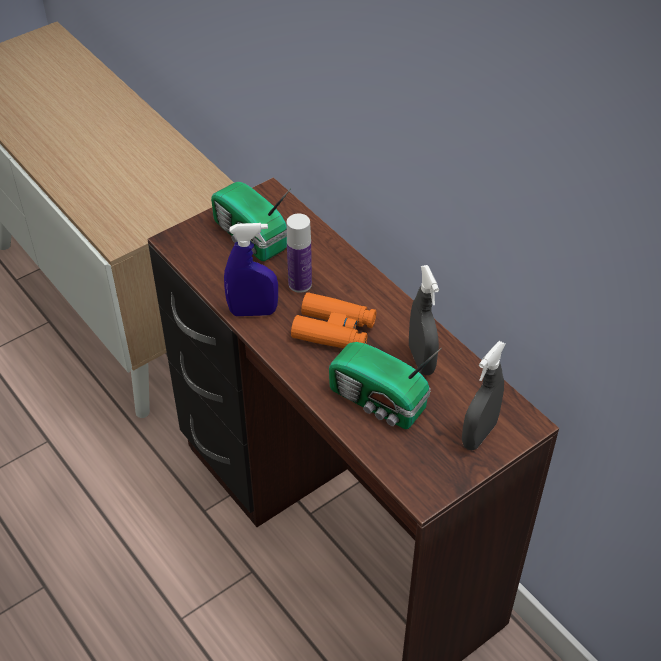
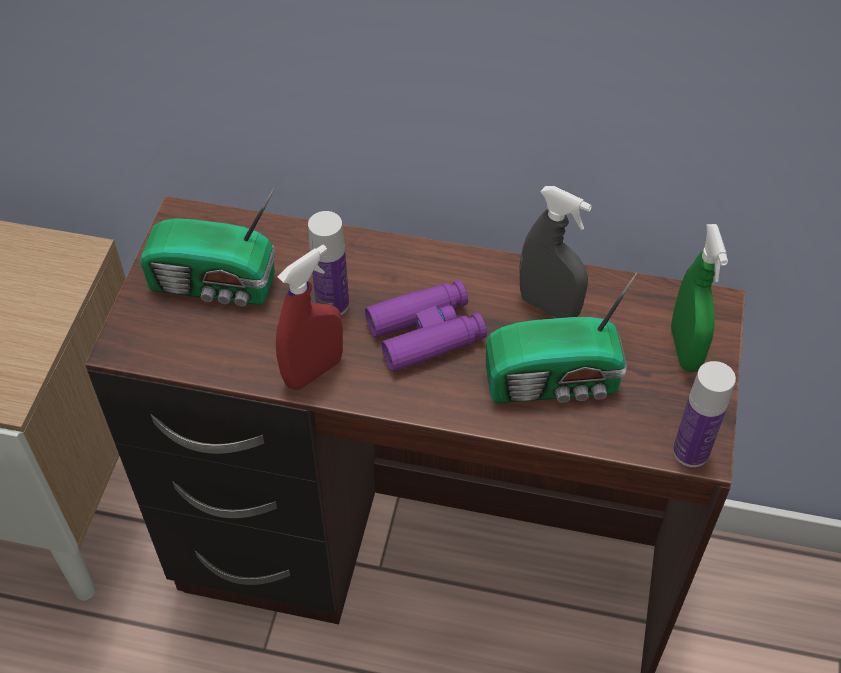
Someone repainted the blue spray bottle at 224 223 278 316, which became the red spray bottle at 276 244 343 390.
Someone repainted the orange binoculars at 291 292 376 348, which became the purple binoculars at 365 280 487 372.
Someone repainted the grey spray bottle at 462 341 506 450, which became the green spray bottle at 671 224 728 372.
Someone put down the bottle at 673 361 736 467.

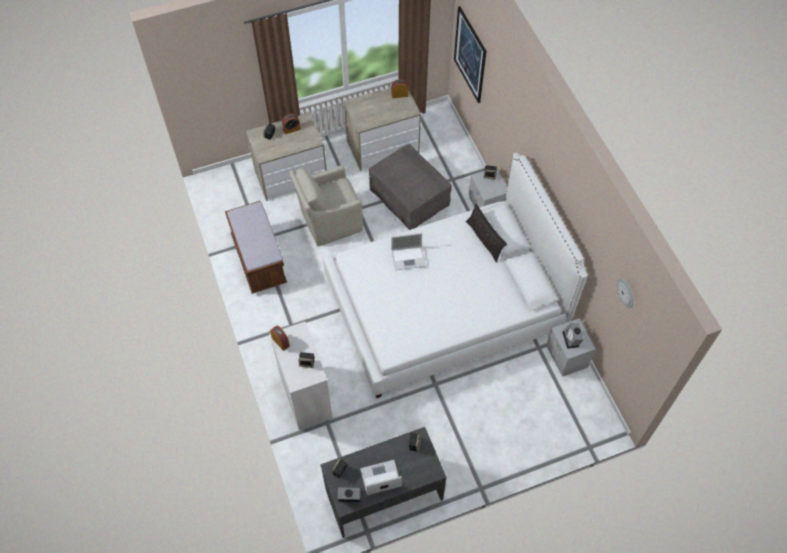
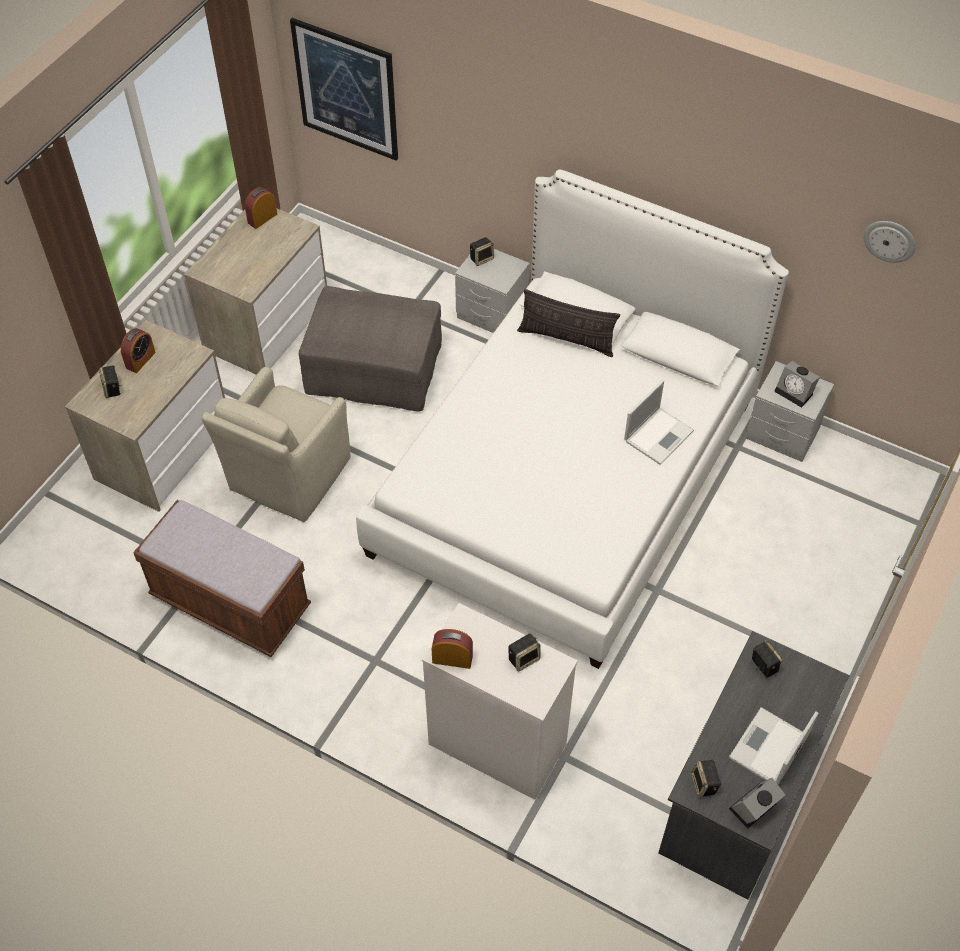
Someone carried the laptop from 391 233 426 270 to 624 380 694 465.

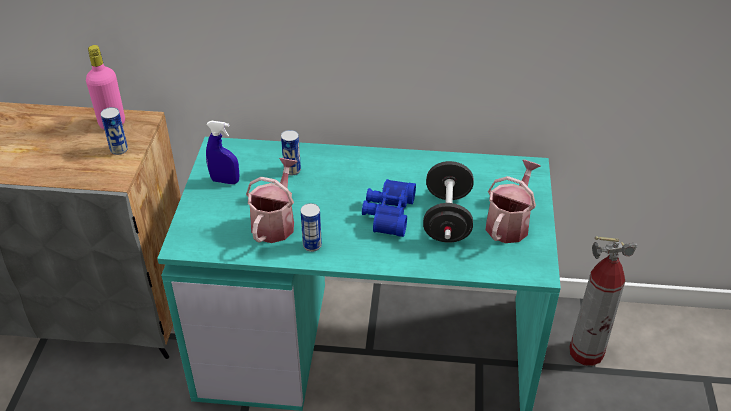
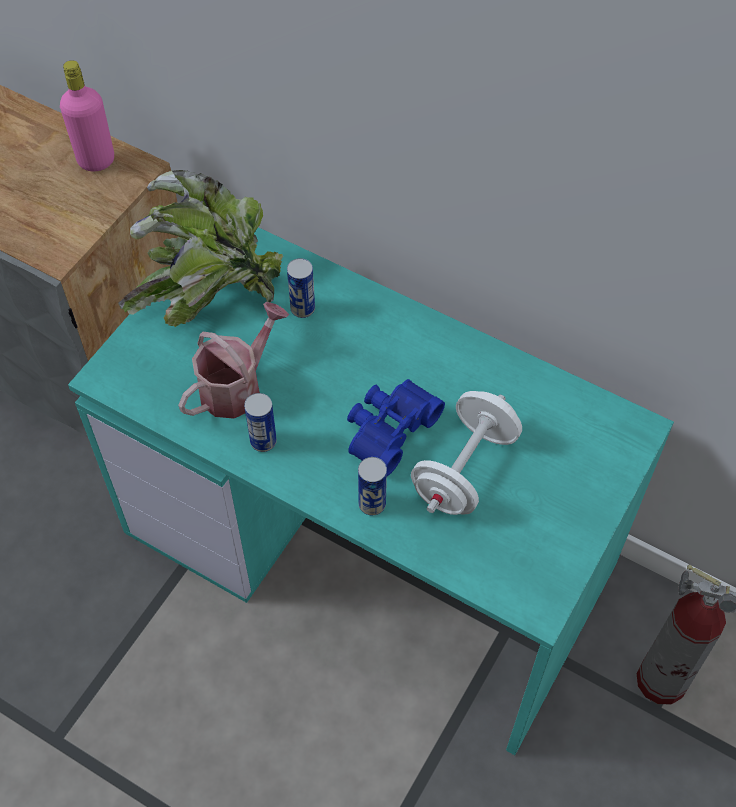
Someone swapped the blue spray bottle at 206 121 239 184 for the potted plant at 118 170 283 327.
Someone carried the can from 101 107 128 155 to 358 457 387 515.
Someone repainted the black dumbbell at 423 161 474 243, which became the white dumbbell at 411 391 522 515.
Someone took away the watering can at 485 160 541 243.

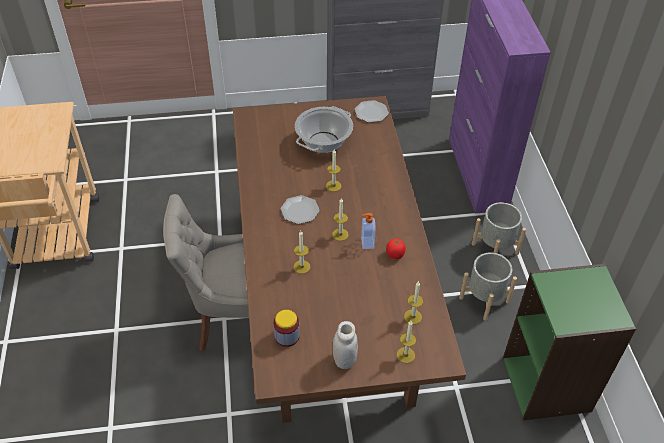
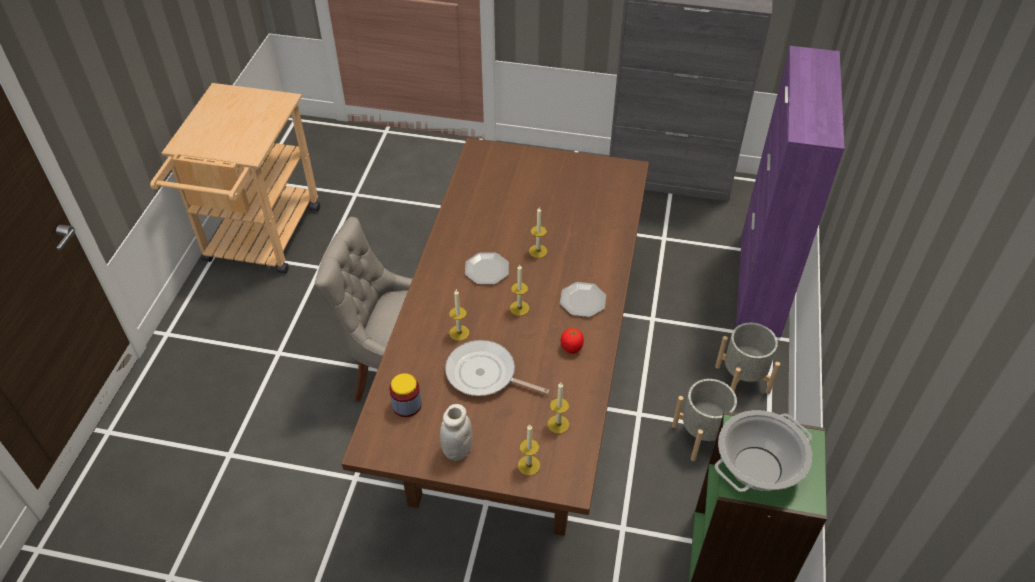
Someone put down the frying pan at 445 340 549 396.
Someone carried the plate from 355 100 389 123 to 560 282 606 317.
Someone carried the cooking pot from 295 106 353 153 to 715 410 812 492.
Someone took away the soap dispenser at 361 213 376 249.

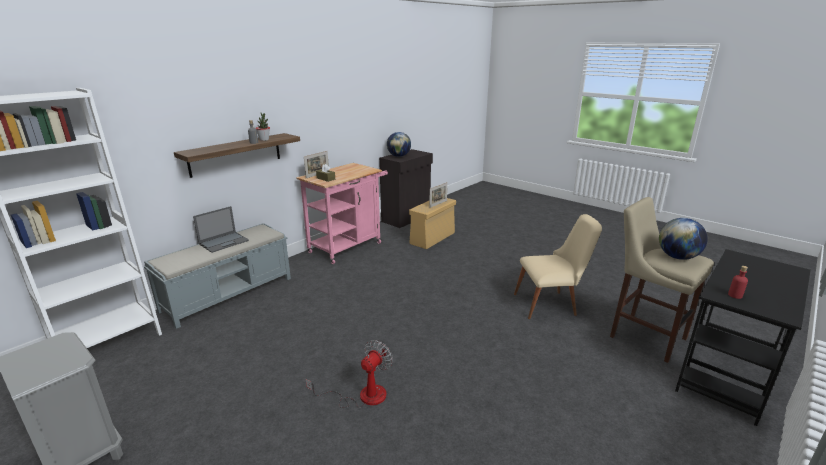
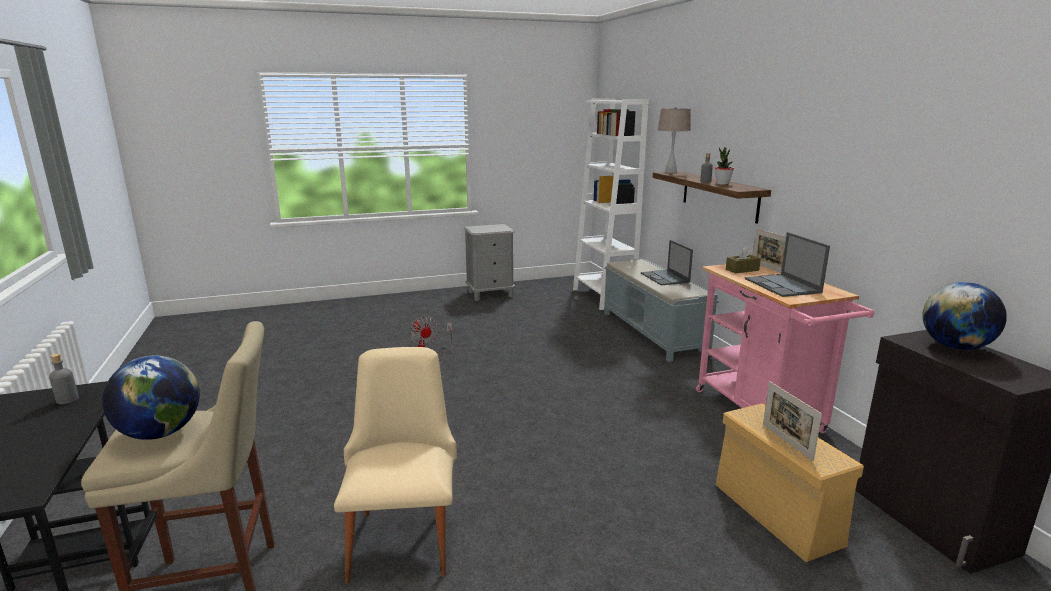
Someone repainted the red bottle at 728 266 748 299, which became the grey bottle at 49 353 79 404.
Someone rotated the beige chair at 514 214 602 319 by 150 degrees clockwise.
Someone put down the beige table lamp at 658 107 691 173.
Someone put down the laptop at 745 232 830 297.

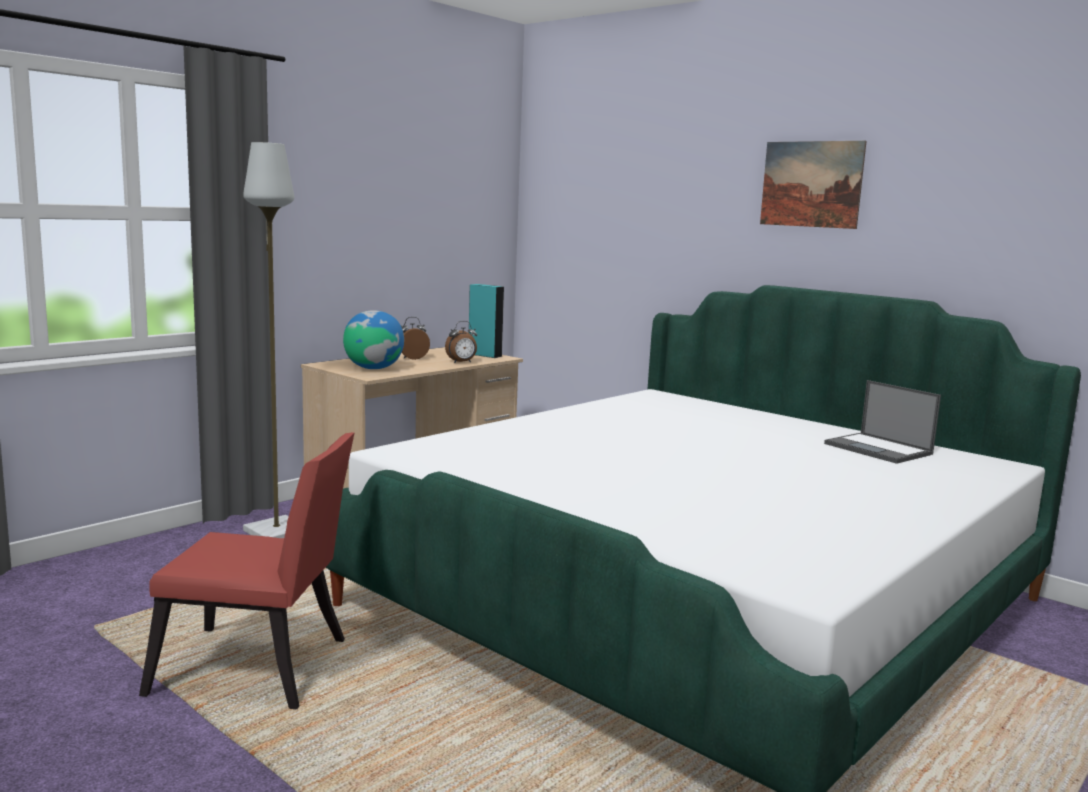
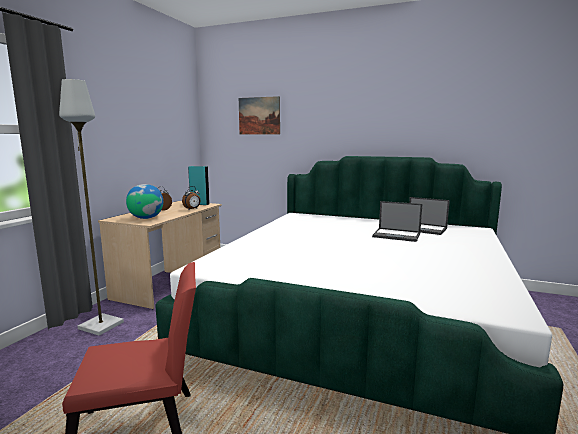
Someone carried the picture from 760 141 866 229 to 239 96 280 134.
Someone put down the laptop at 372 201 422 242.

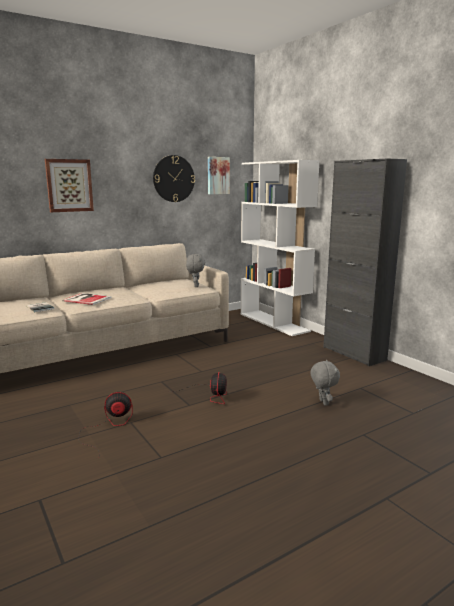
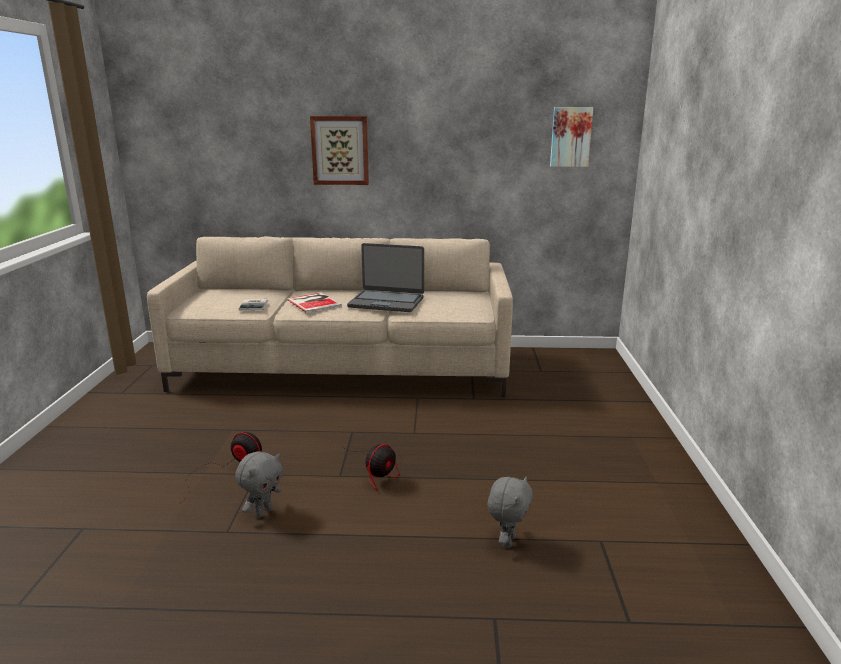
Someone carried the grey plush toy from 186 254 205 287 to 235 451 283 518.
Someone put down the laptop at 347 243 424 312.
Someone took away the wall clock at 153 155 195 202.
Someone took away the white bookcase at 241 160 320 336.
Someone took away the black cabinet at 323 158 407 366.

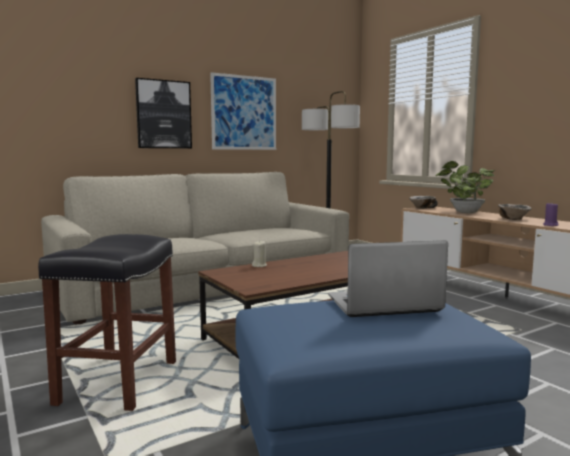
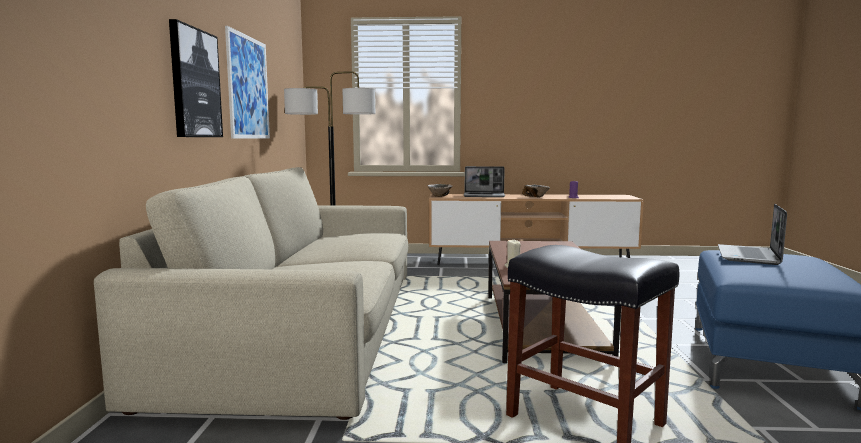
Someone swapped the potted plant at 435 161 495 213 for the laptop at 464 166 505 197.

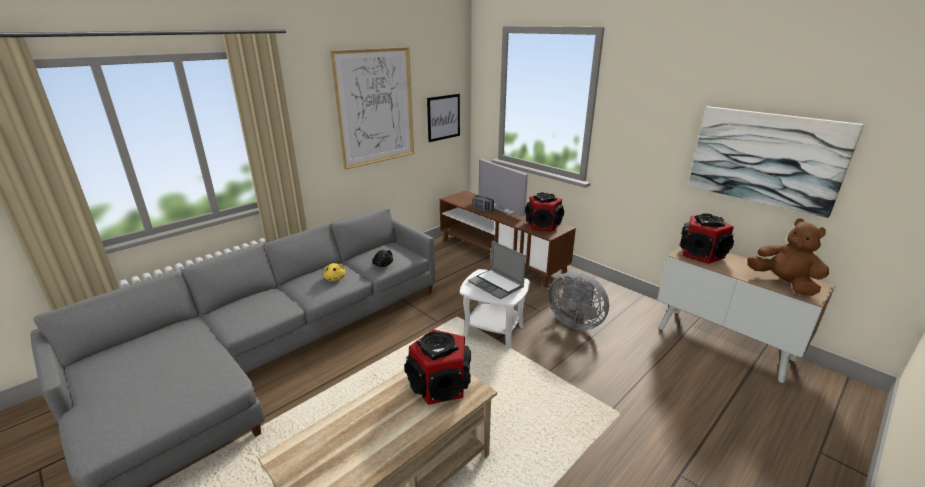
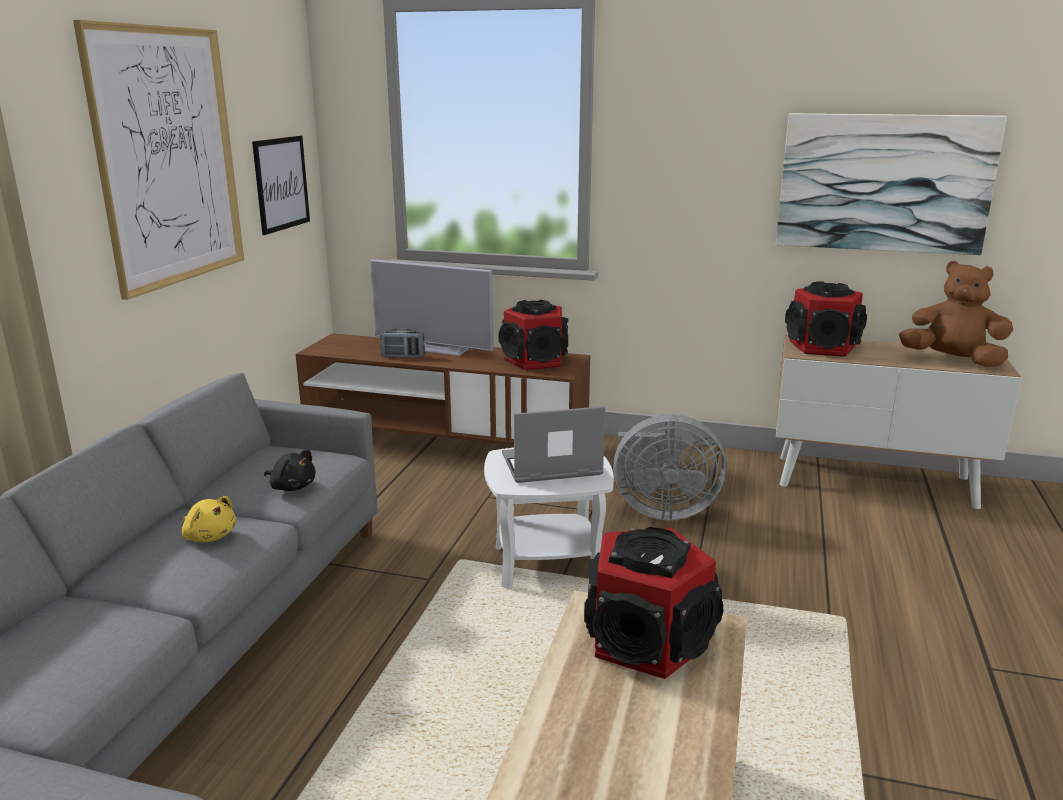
Someone rotated the laptop at 468 240 526 299 by 150 degrees clockwise.

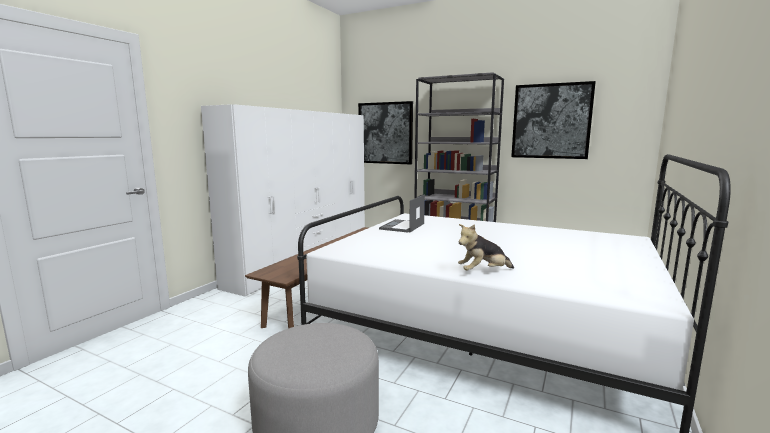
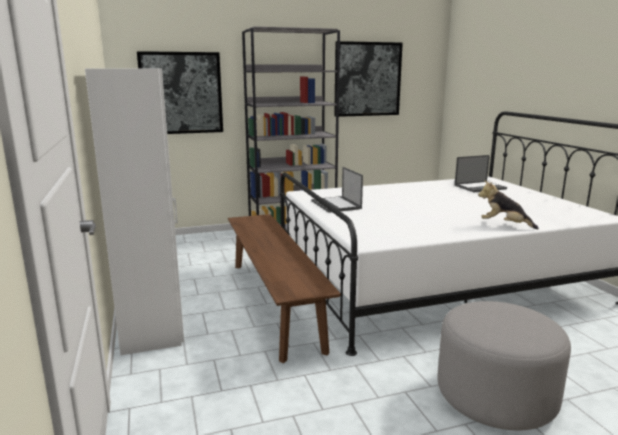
Someone put down the laptop at 455 155 507 192.
Someone rotated the plush toy at 458 224 514 271 by 90 degrees clockwise.

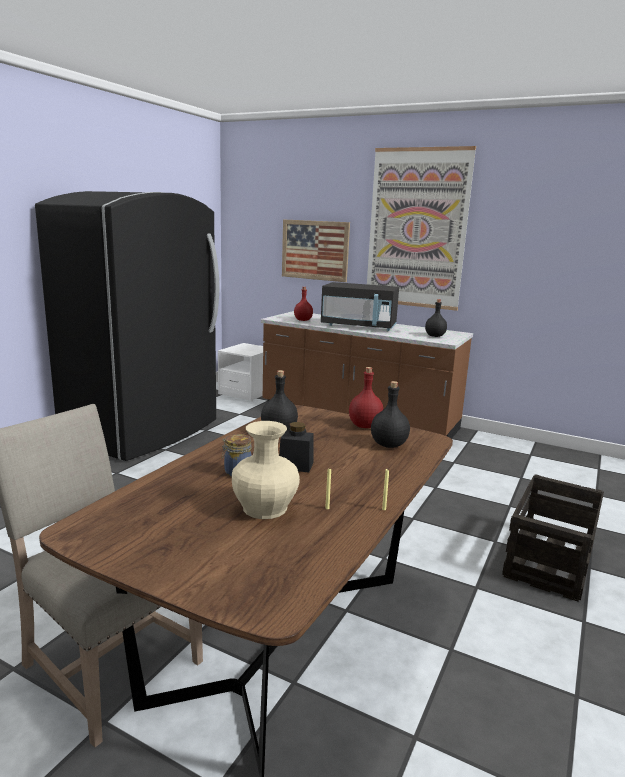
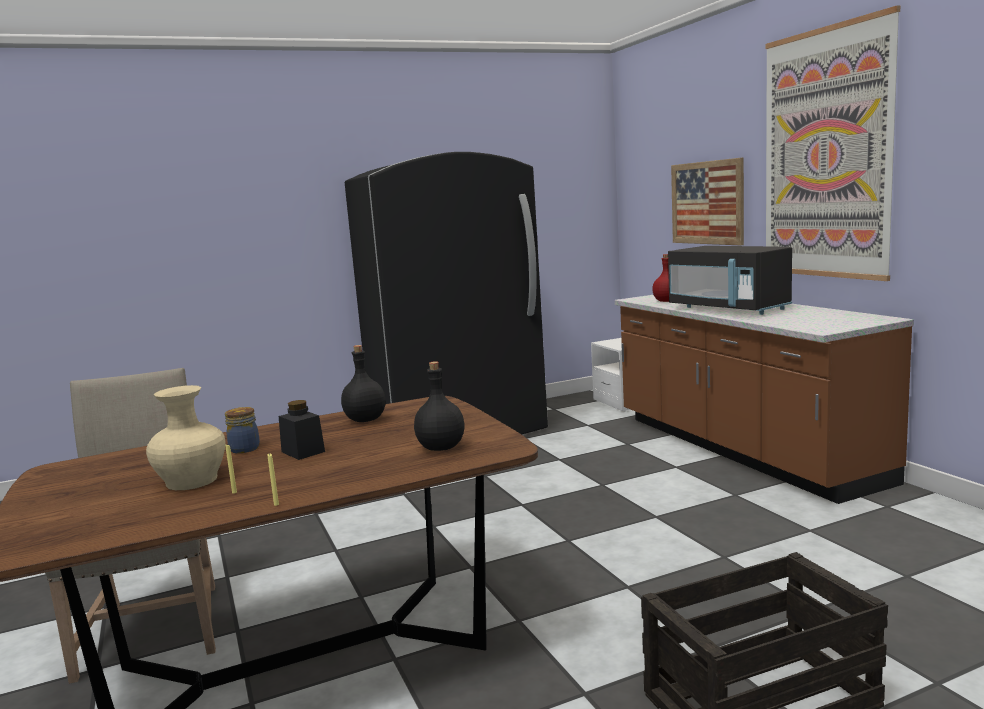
Someone took away the red bottle at 349 367 384 428.
Someone took away the black bottle at 425 299 447 337.

